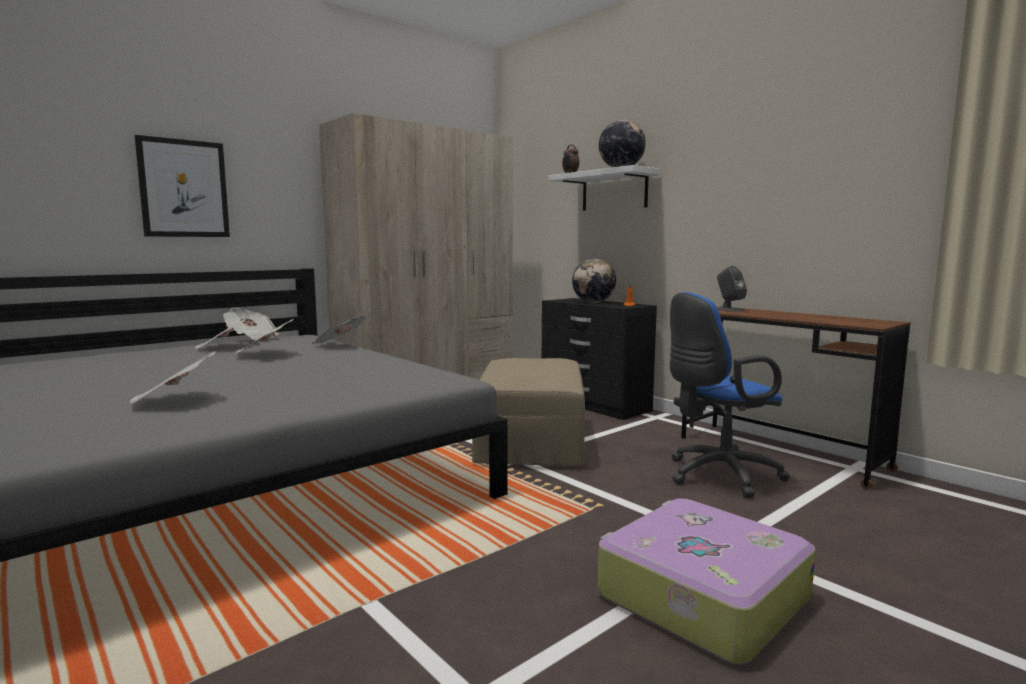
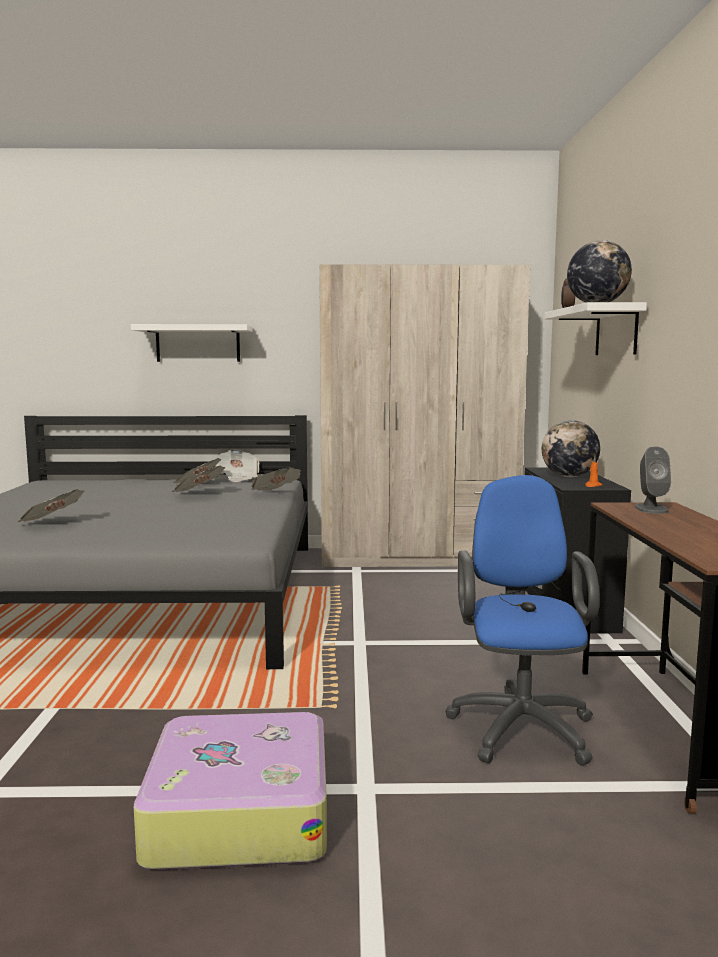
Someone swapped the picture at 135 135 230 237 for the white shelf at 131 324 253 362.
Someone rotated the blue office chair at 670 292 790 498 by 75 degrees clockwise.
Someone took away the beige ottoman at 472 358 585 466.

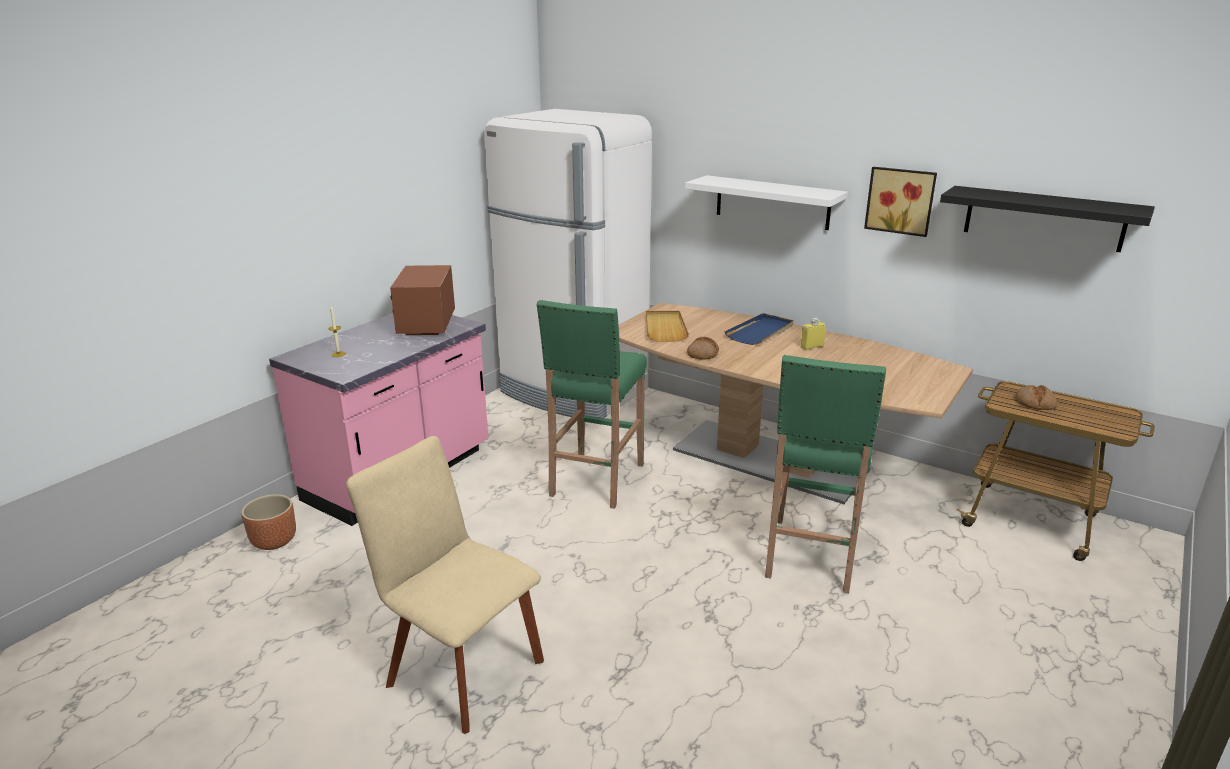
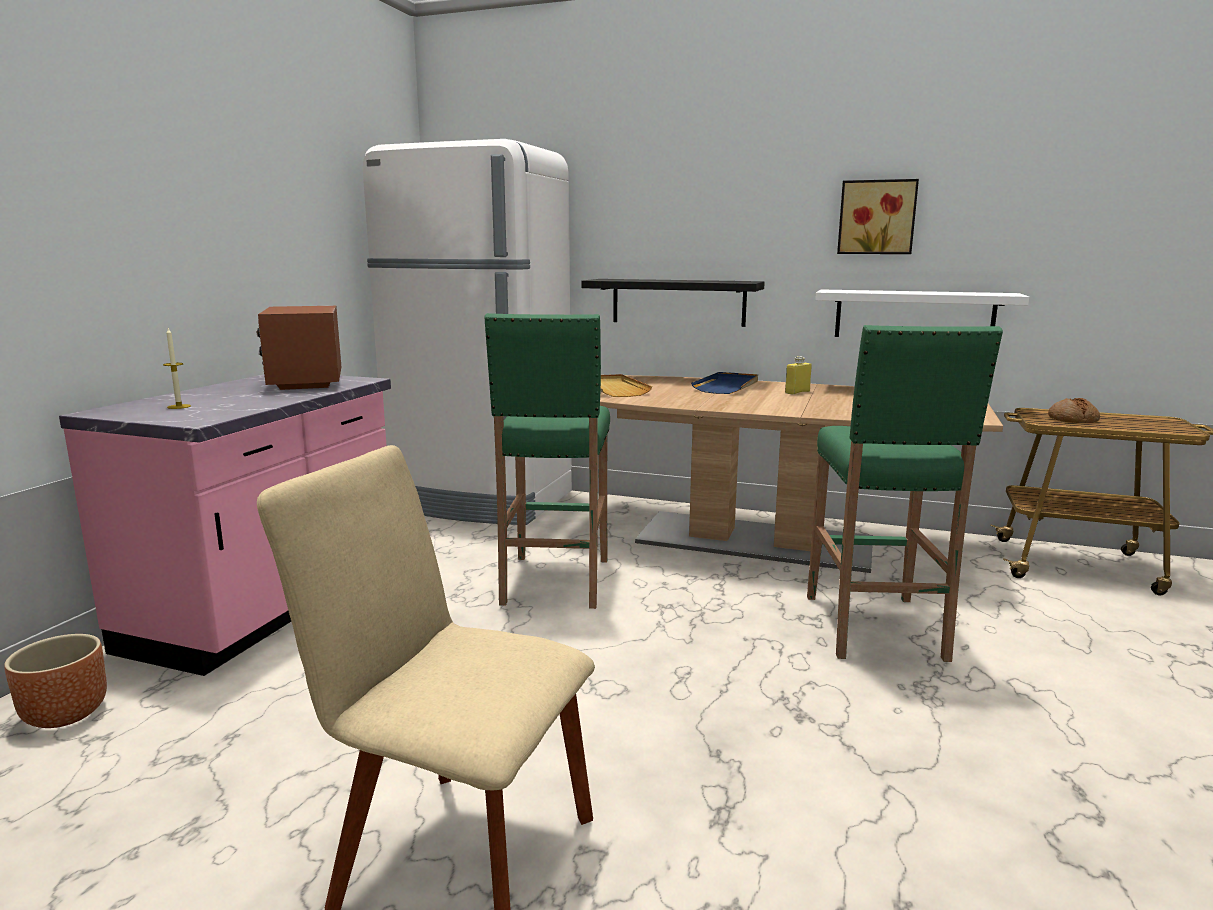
Someone carried the black shelf from 940 186 1155 252 to 581 279 765 327.
Someone carried the white shelf from 685 175 848 230 to 815 289 1029 337.
Someone took away the bread at 687 337 719 360.

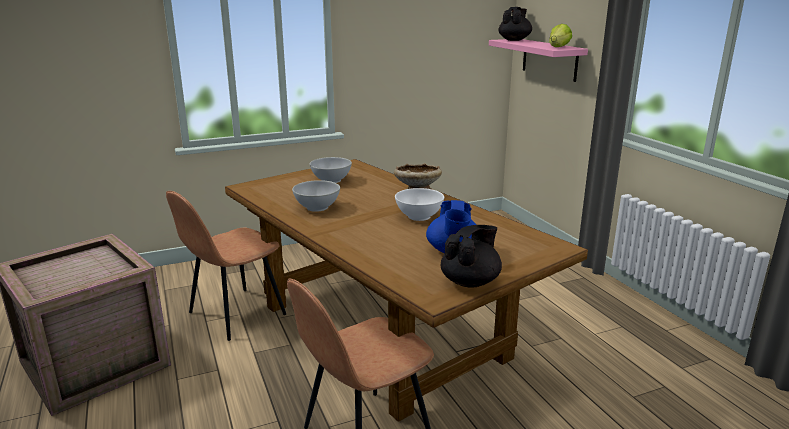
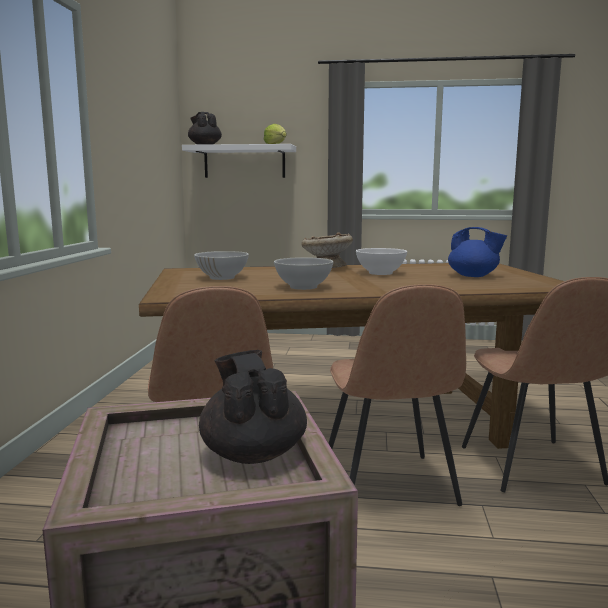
Someone repainted the pink shelf at 489 39 588 82, which became the white shelf at 182 144 296 178.
Someone carried the black teapot from 441 225 502 288 to 199 350 307 464.
Someone put down the brown chair at 328 284 466 506.

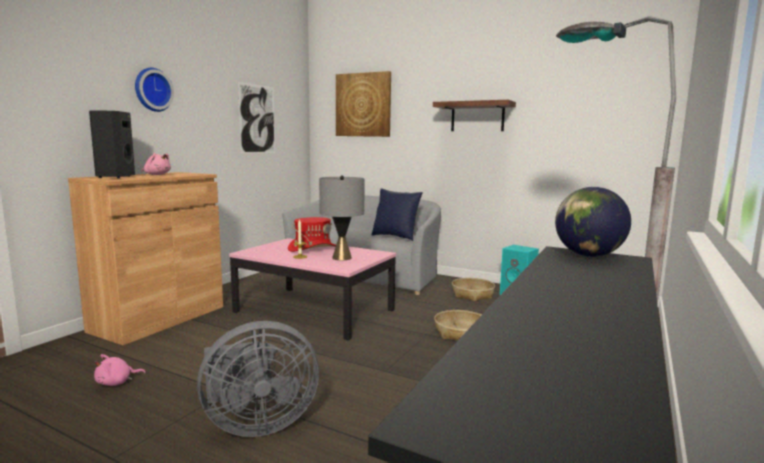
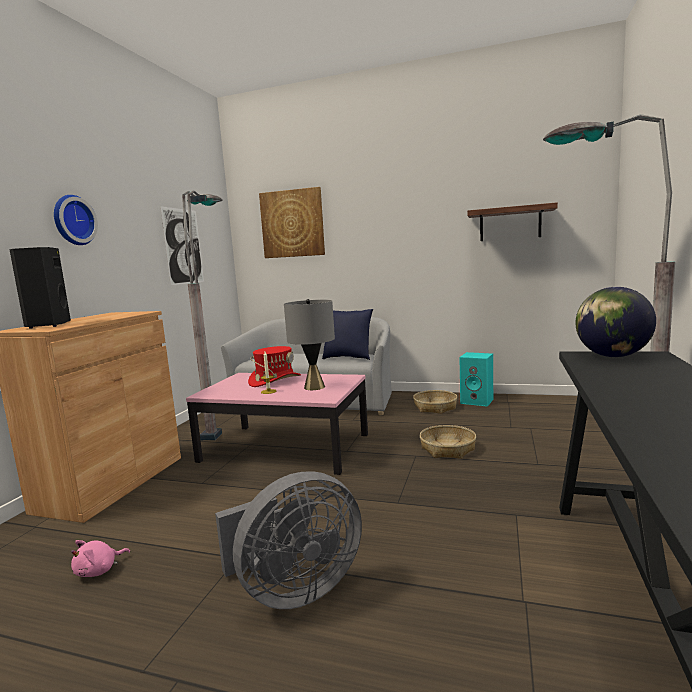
Someone put down the grey floor lamp at 182 190 223 440.
Someone carried the shelf from 433 100 516 131 to 467 202 558 241.
Someone took away the pink plush toy at 141 153 171 175.

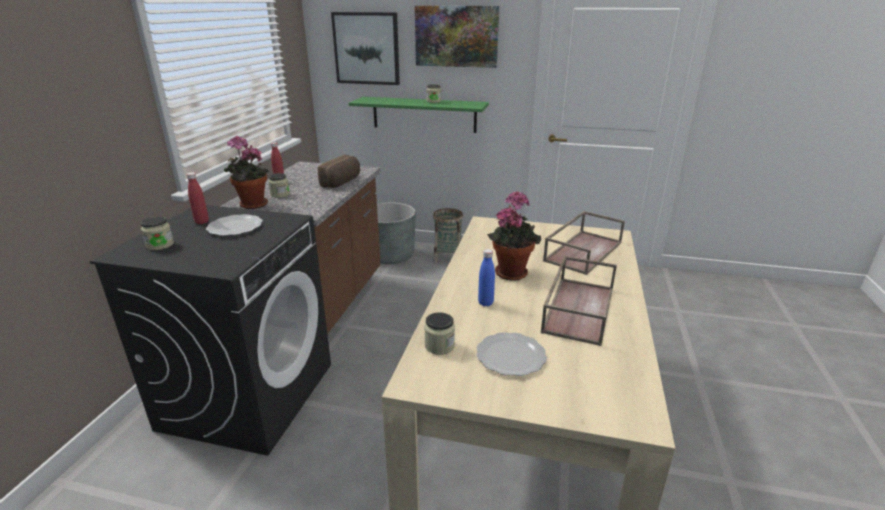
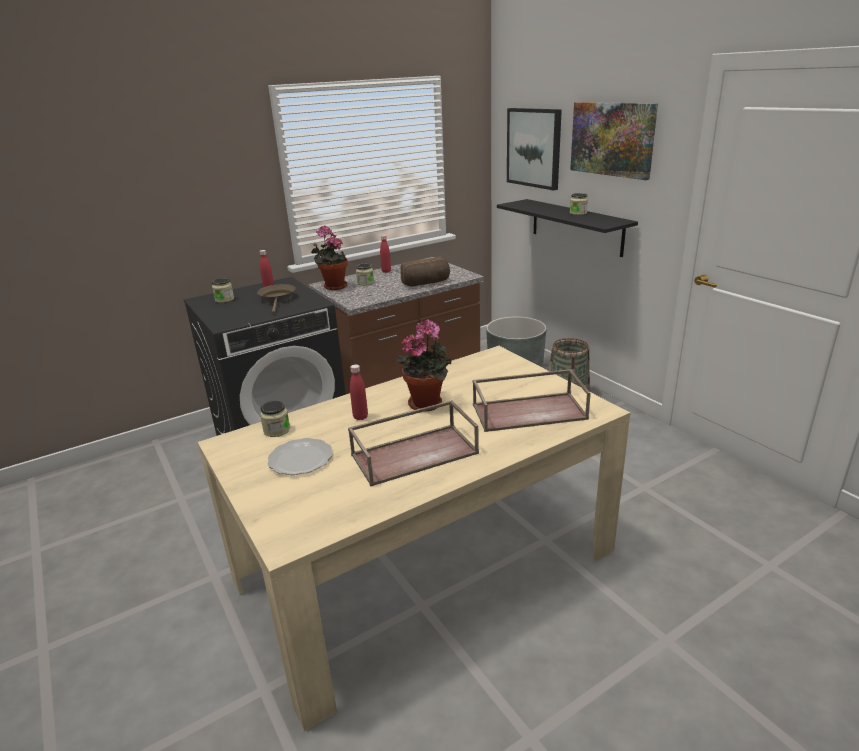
Someone swapped the plate at 206 214 263 236 for the brown frying pan at 257 284 296 314.
Someone repainted the blue bottle at 478 249 495 306, which became the red bottle at 350 364 368 420.
Someone repainted the green shelf at 349 97 489 133, which became the black shelf at 497 199 638 257.

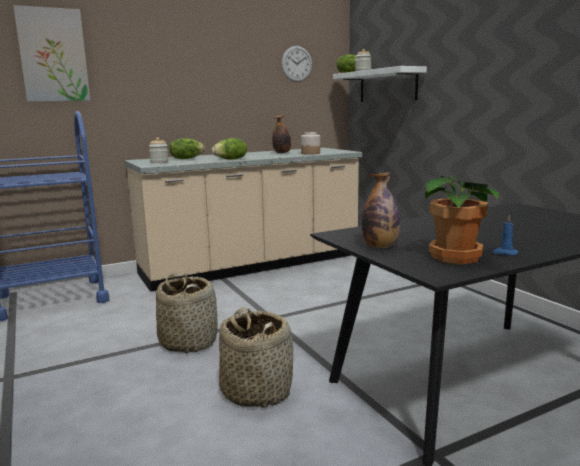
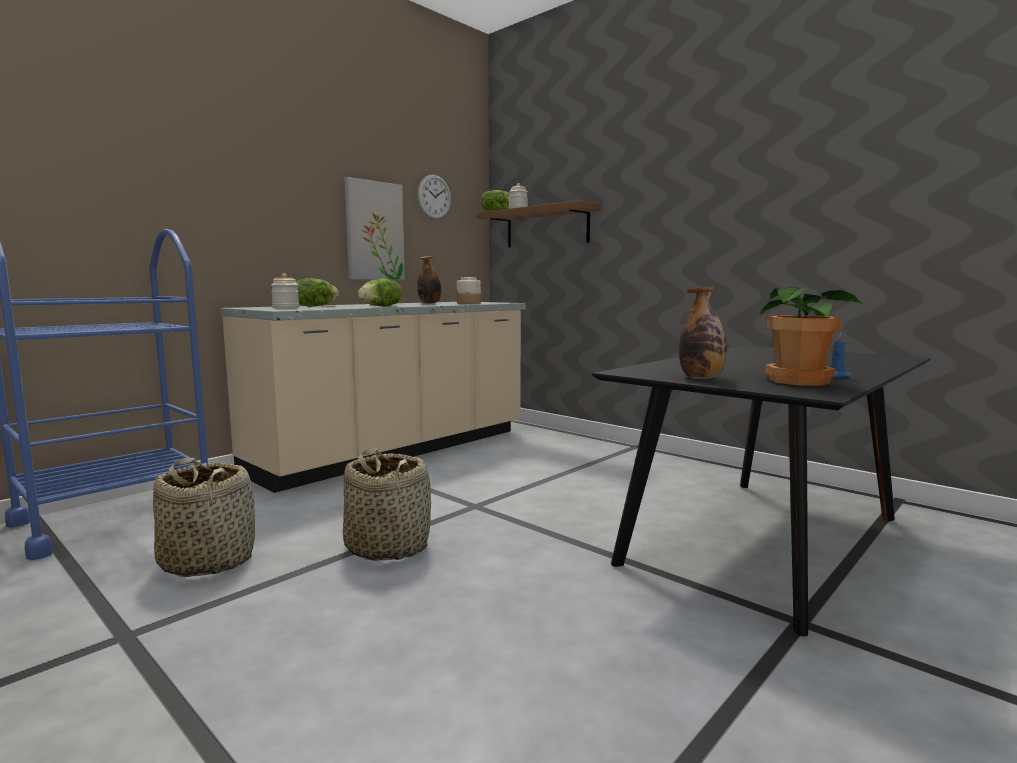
Someone carried the basket from 219 308 293 408 to 153 457 255 577.
Someone carried the picture from 13 5 90 102 to 344 177 405 280.
Someone repainted the white shelf at 333 66 427 102, which became the brown shelf at 477 200 602 247.

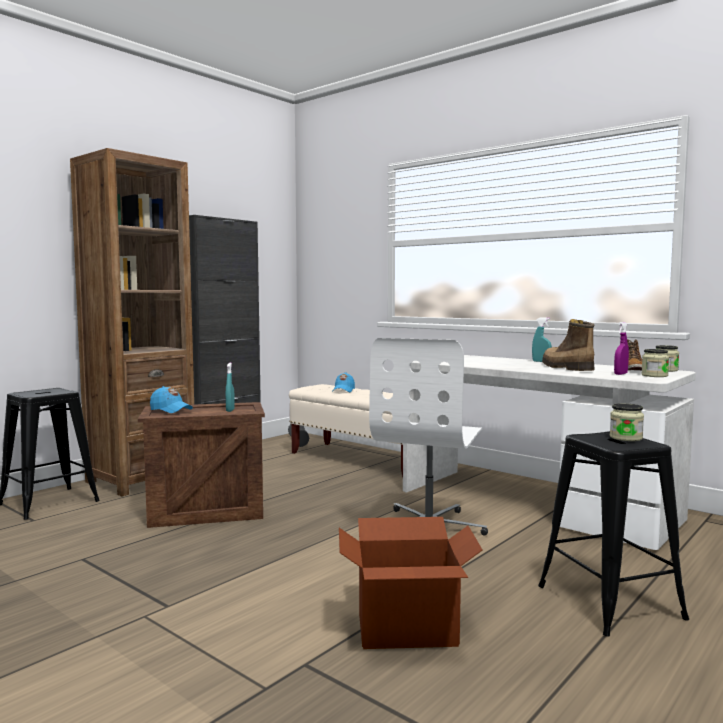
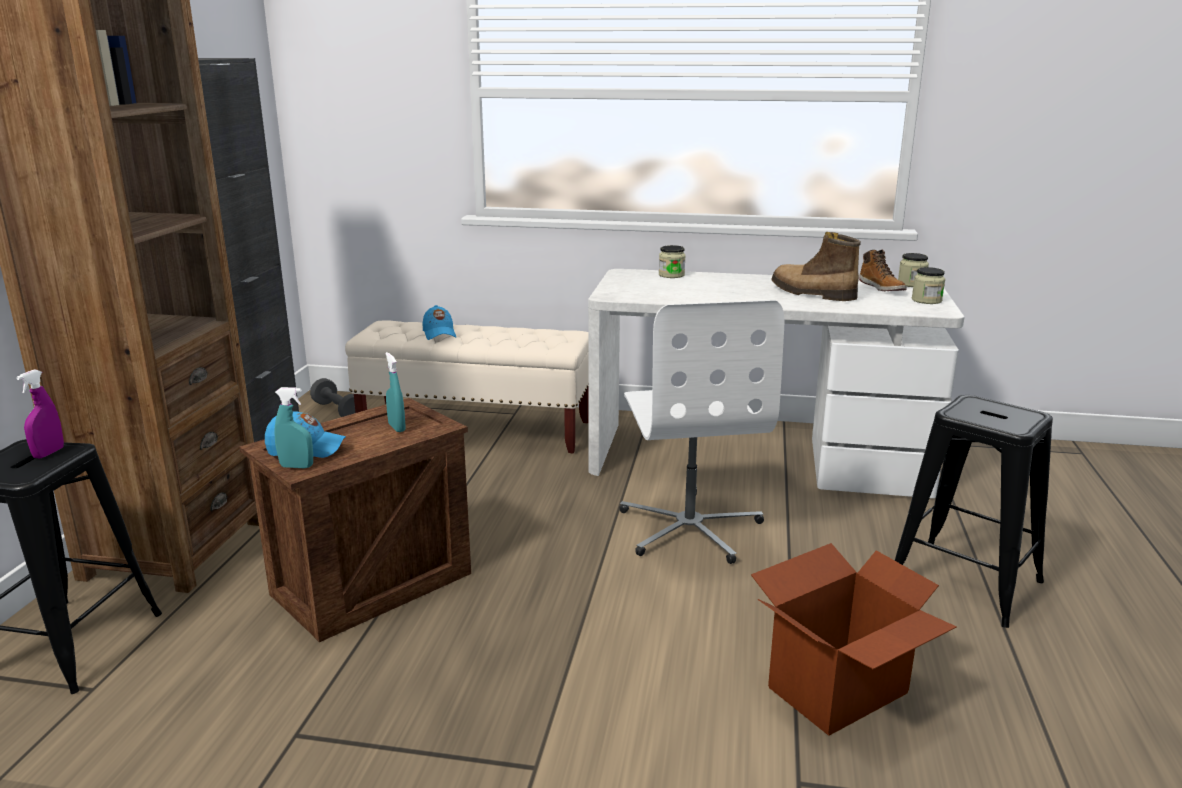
Someone carried the purple spray bottle from 614 322 629 375 to 16 370 64 459.
Someone carried the turquoise spray bottle from 532 318 552 362 to 274 387 313 468.
Someone carried the jar from 610 403 644 441 to 659 245 686 278.

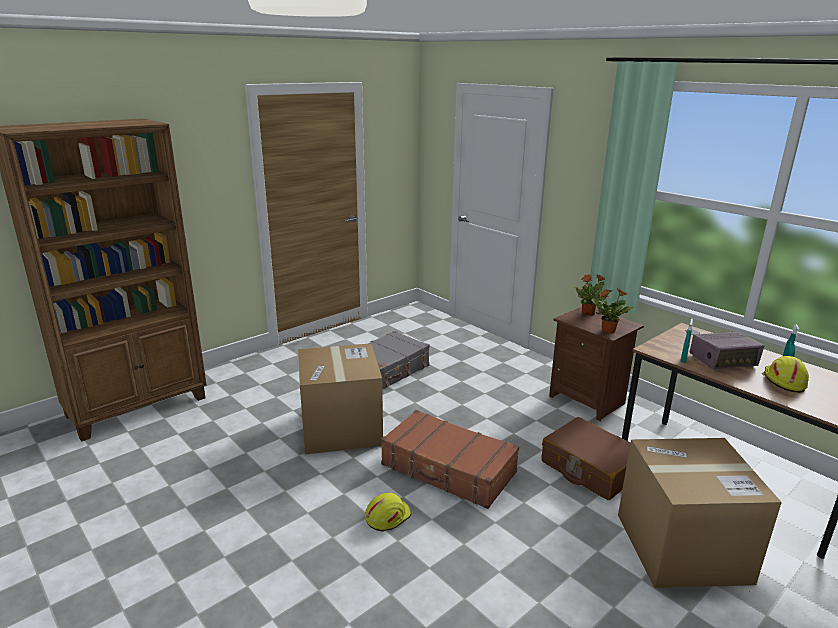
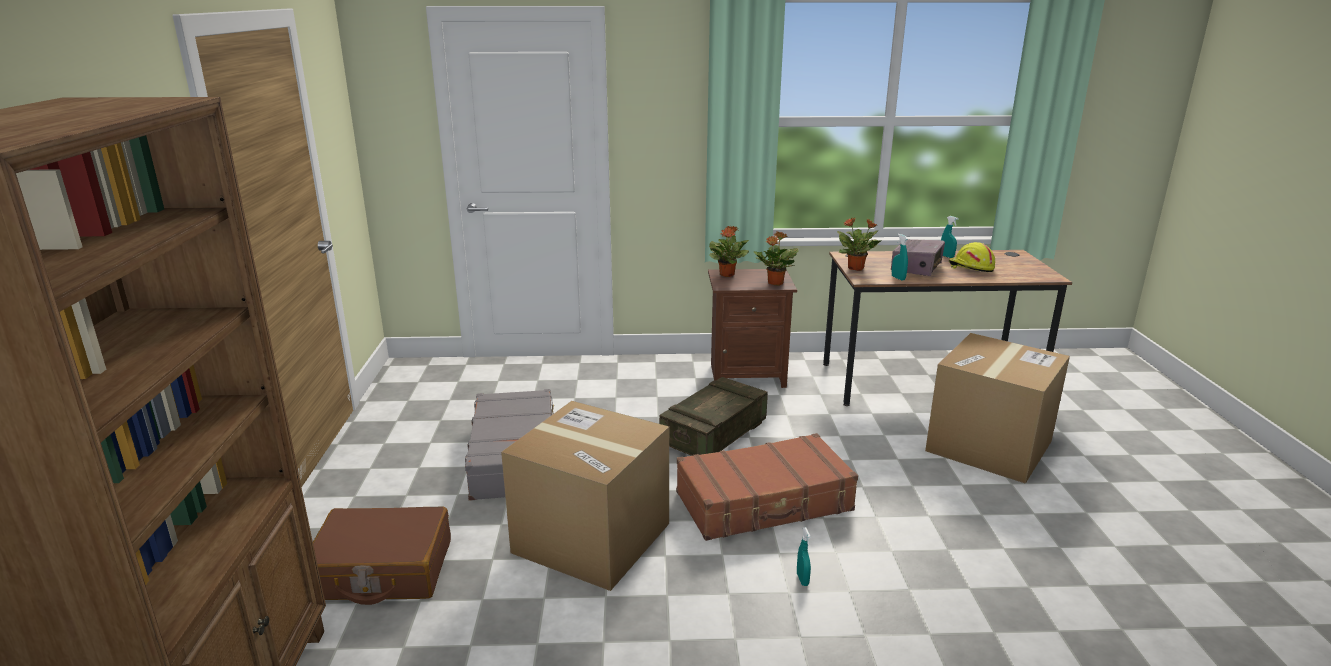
Someone carried the brown suitcase from 541 417 631 500 to 313 507 451 605.
Someone put down the crate at 659 377 768 456.
Someone swapped the yellow hard hat at 365 493 411 531 for the turquoise spray bottle at 797 527 811 586.
Someone put down the potted plant at 837 218 881 271.

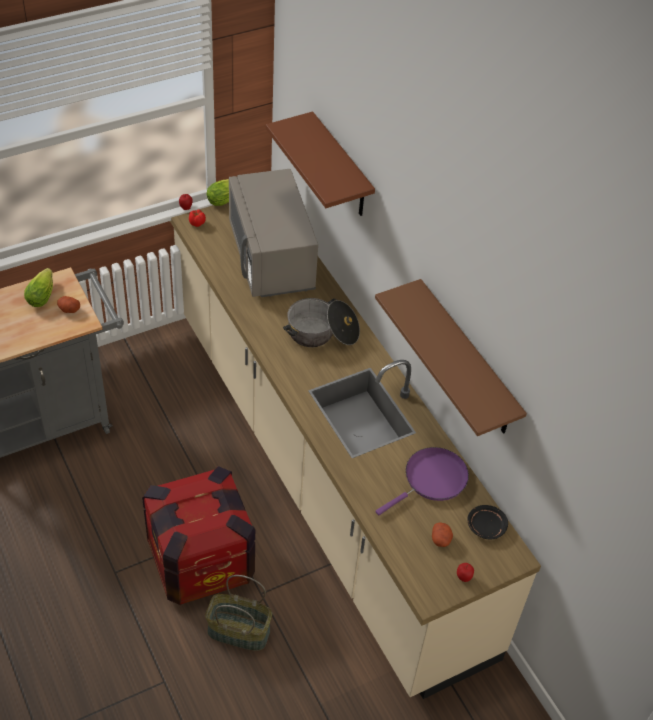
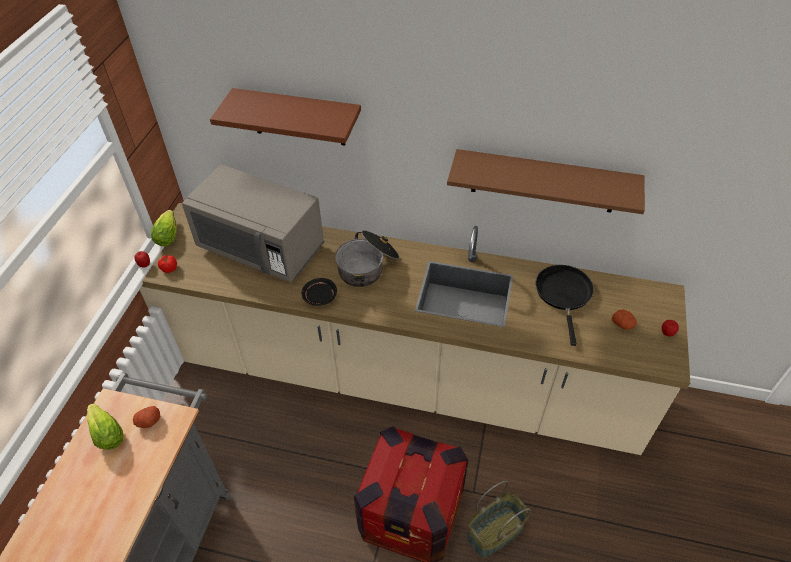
Someone carried the black plate from 467 505 508 539 to 302 278 337 305.
Someone repainted the purple frying pan at 376 447 469 515, which became the black frying pan at 536 265 594 346.

